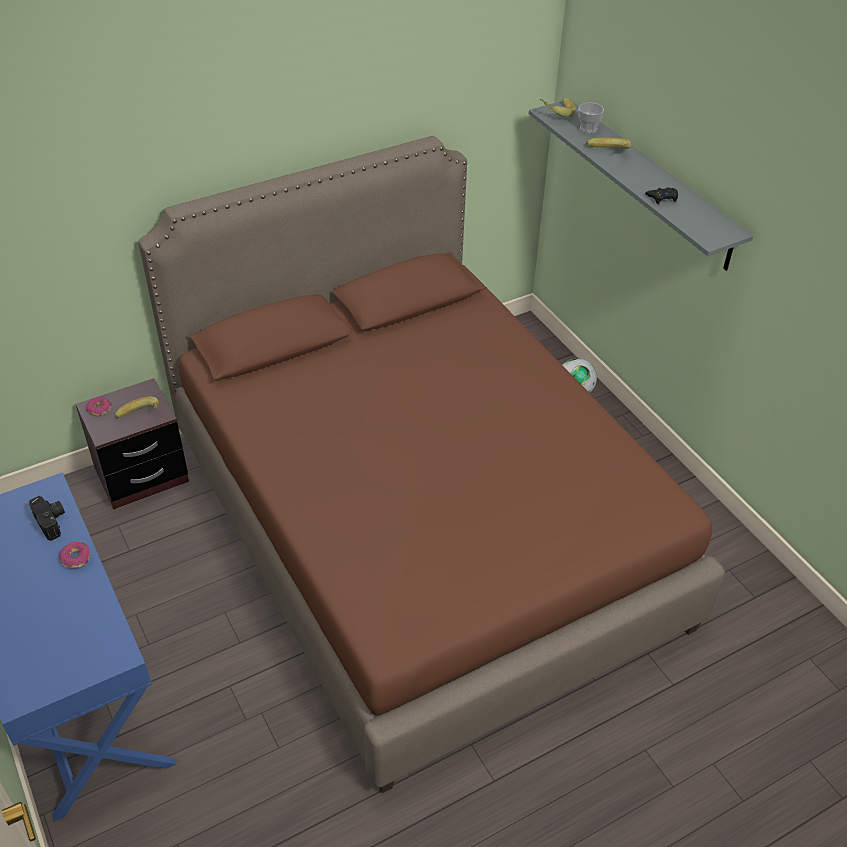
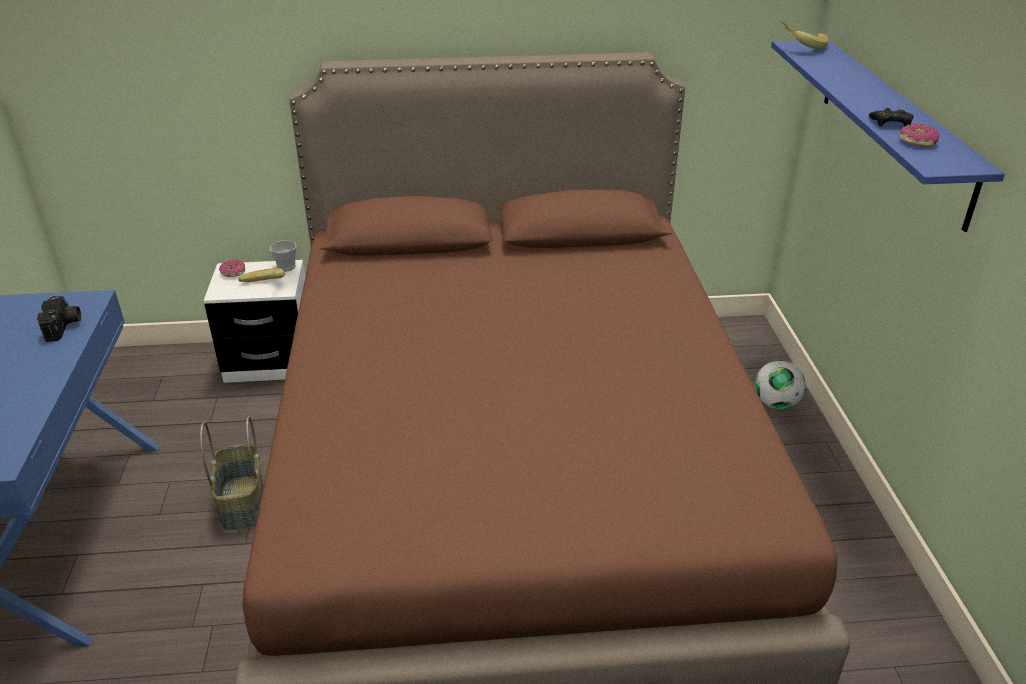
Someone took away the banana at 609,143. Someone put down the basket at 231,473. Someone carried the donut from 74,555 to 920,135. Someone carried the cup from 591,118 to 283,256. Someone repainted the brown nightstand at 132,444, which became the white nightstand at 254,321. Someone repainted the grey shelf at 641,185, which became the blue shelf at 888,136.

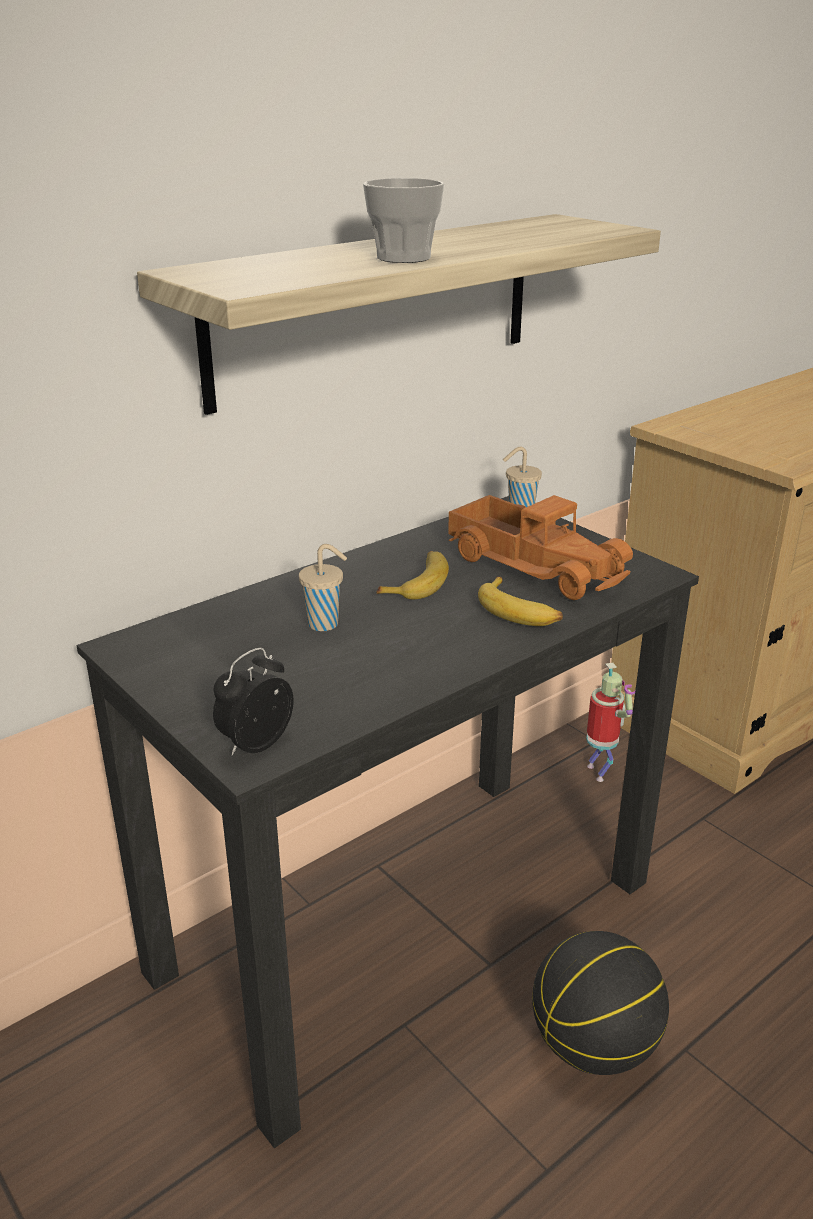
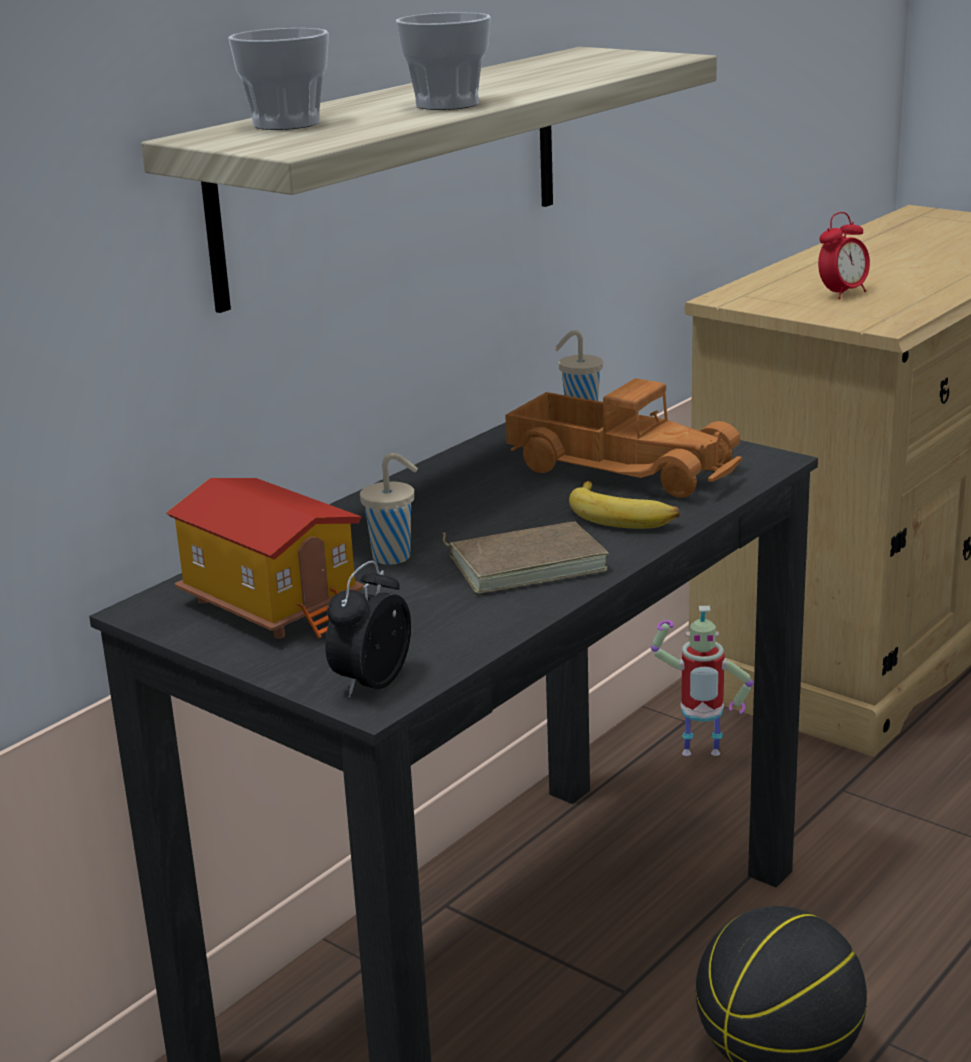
Someone took away the banana at 413,575. Someone put down the toy house at 265,558. Someone put down the cup at 278,79. Someone put down the brown book at 526,557. Someone put down the alarm clock at 844,255. Someone rotated the toy robot at 610,722 by 120 degrees clockwise.

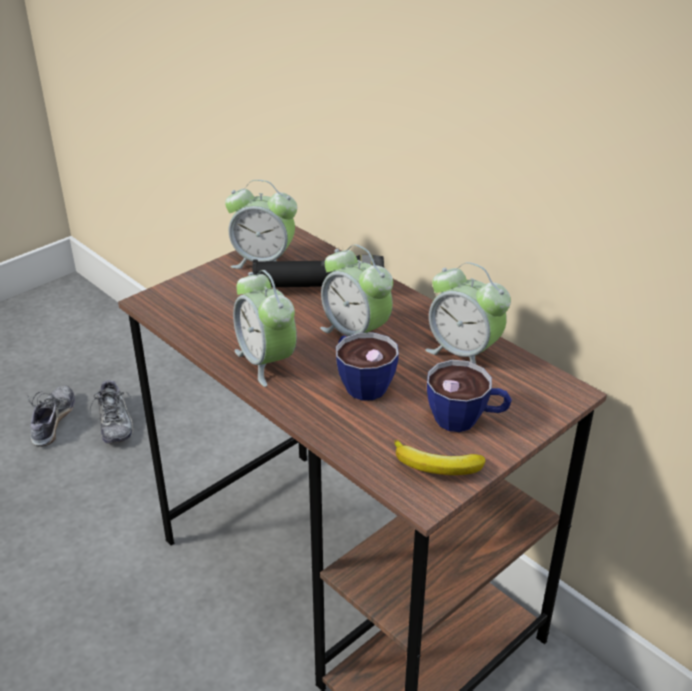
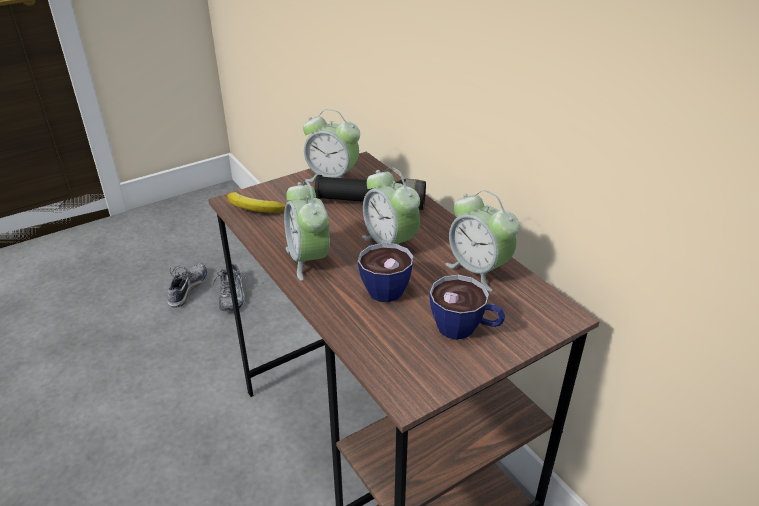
Someone carried the banana from 440,457 to 256,202.

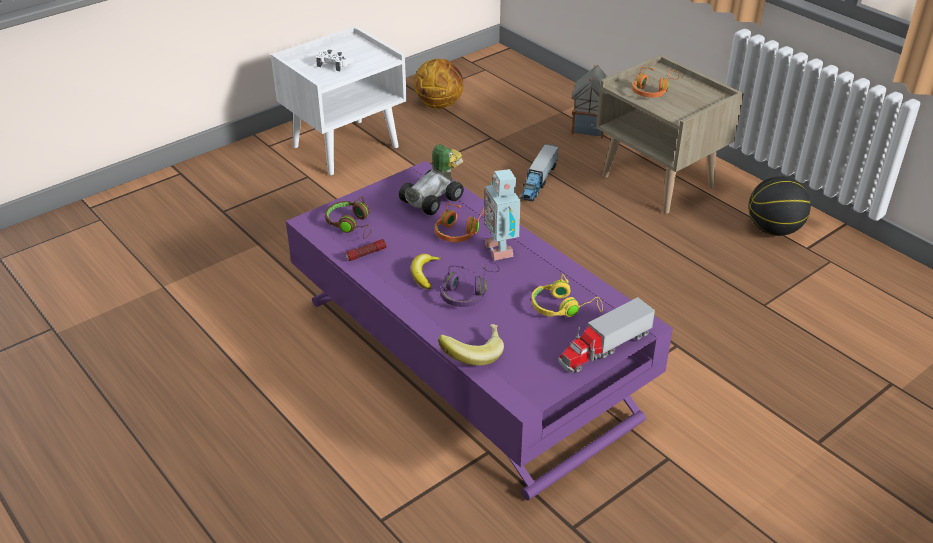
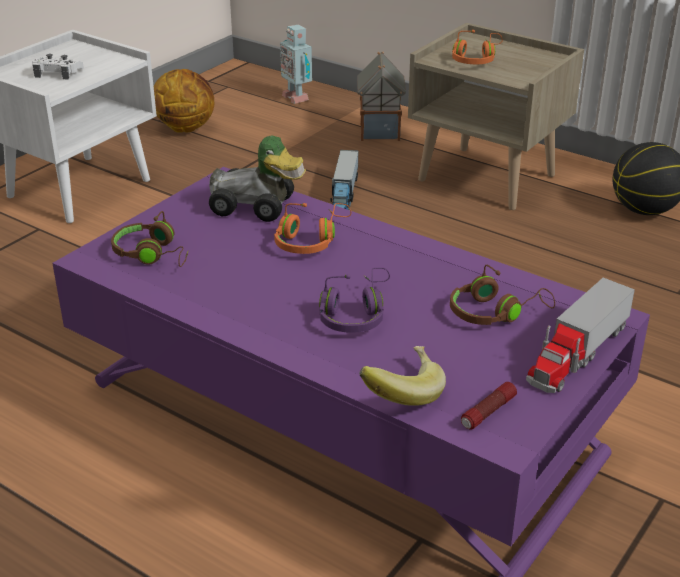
Someone took away the banana at 426,272. Someone carried the flashlight from 366,250 to 489,405. Someone carried the toy robot from 502,215 to 296,64. Someone repainted the yellow headphones at 567,295, which became the brown headphones at 502,295. Someone rotated the toy car at 431,179 by 75 degrees clockwise.

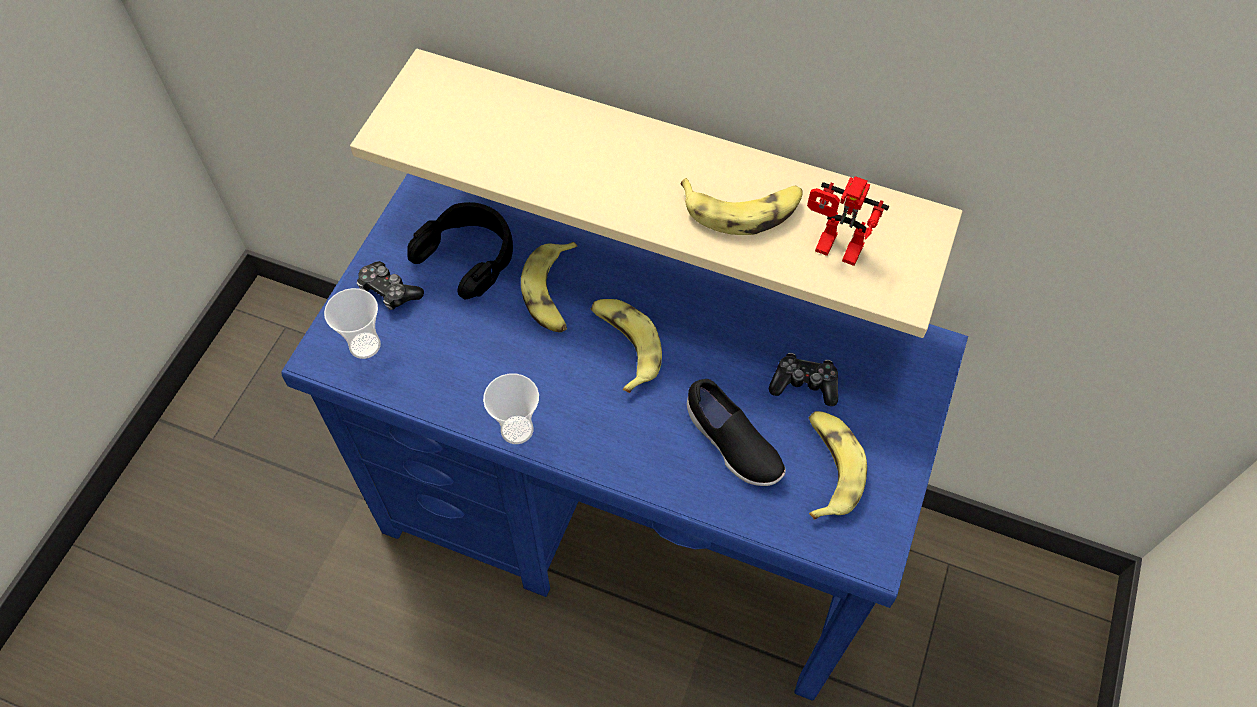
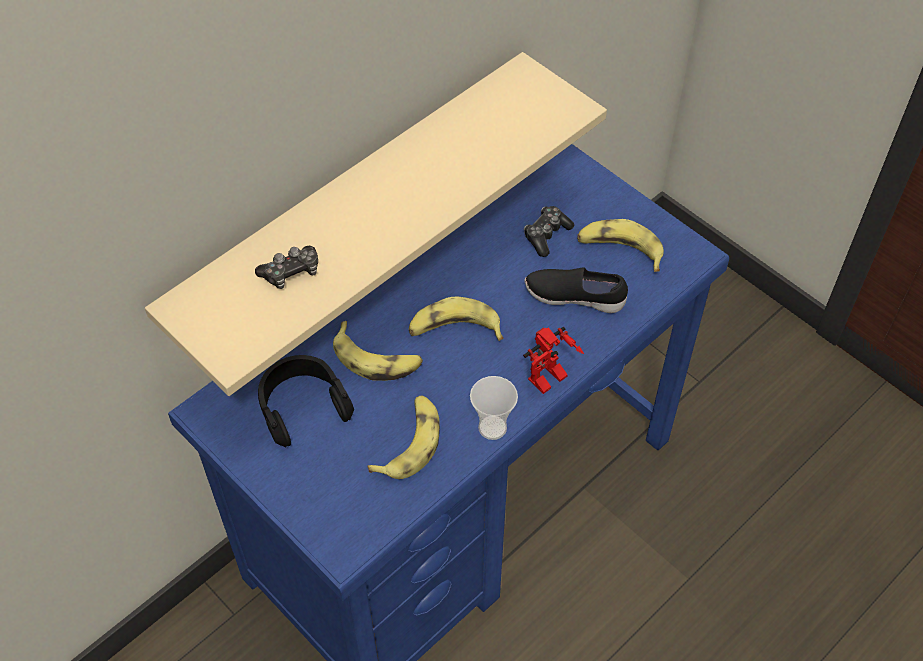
Someone took away the cup at 352,323. Someone carried the game controller from 390,285 to 286,267. Someone carried the banana from 742,206 to 404,437. Someone carried the toy robot from 848,221 to 553,360. Someone rotated the black shoe at 736,432 by 150 degrees counterclockwise.

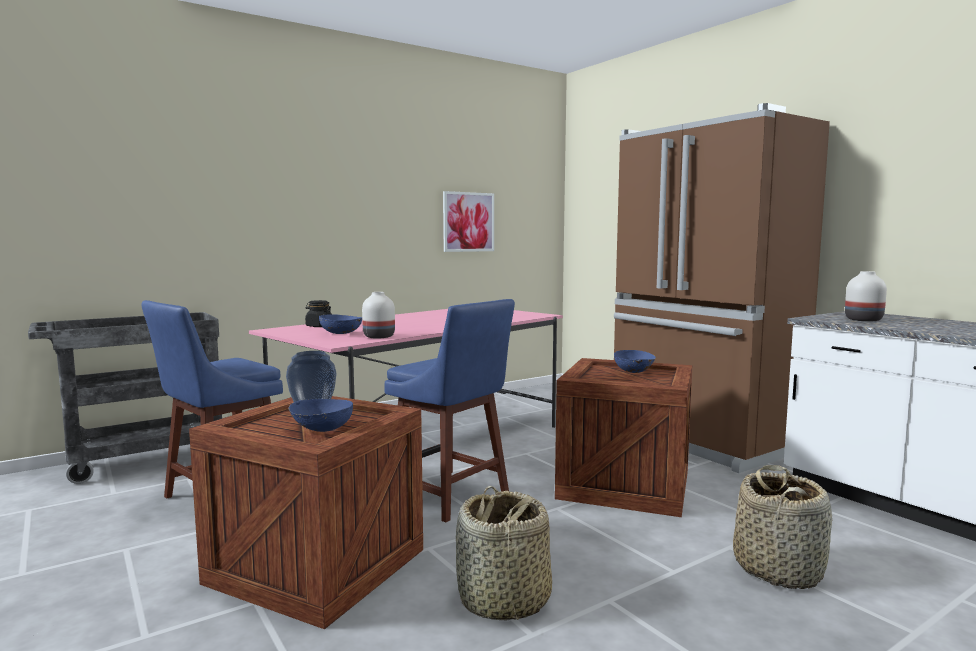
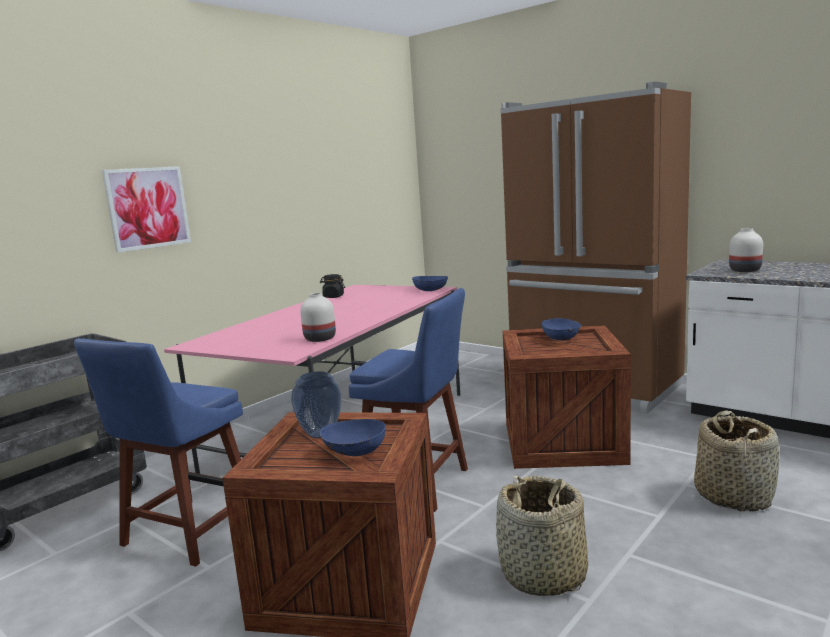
Someone carried the black jar from 318,313 to 332,286. Someone carried the blue bowl from 340,324 to 430,283. Someone carried the picture from 468,221 to 146,209.

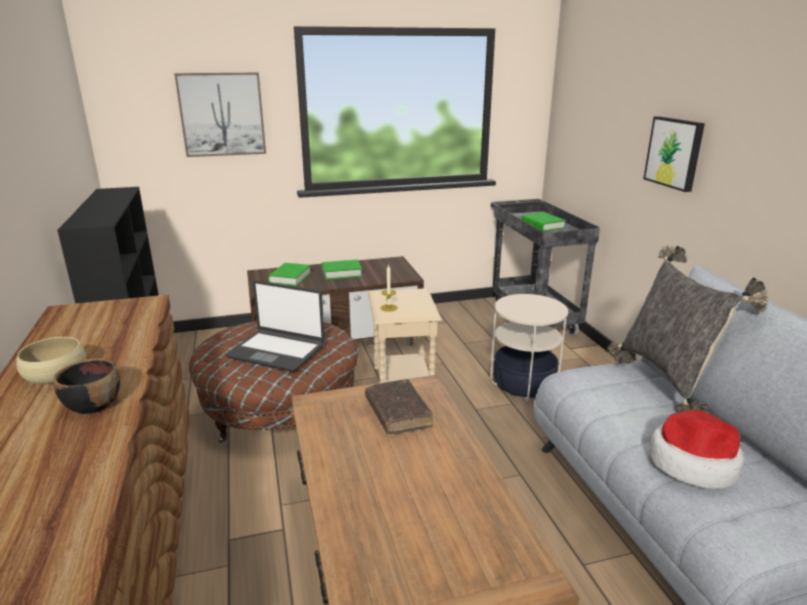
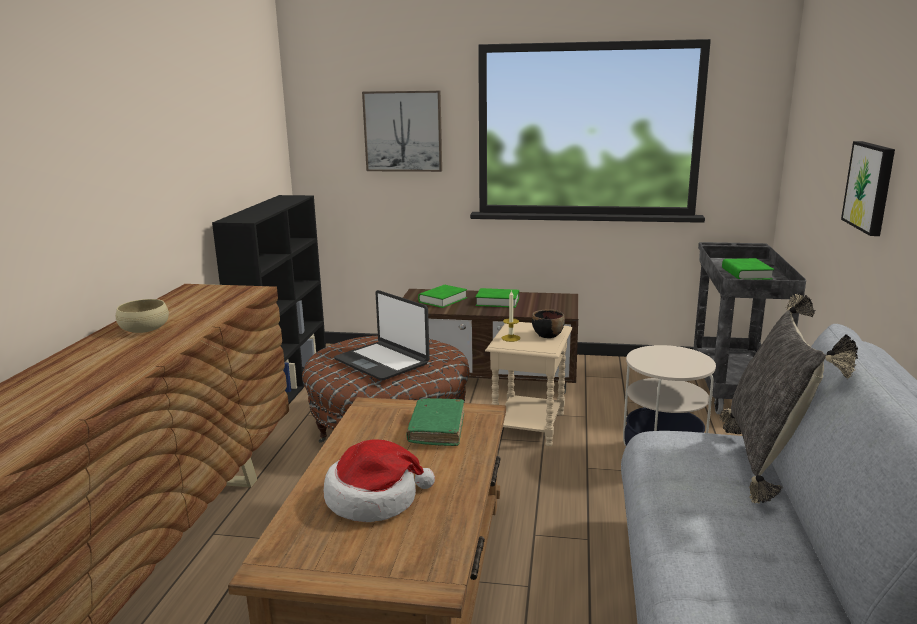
Someone carried the black bowl from 86,386 to 548,323. Someone carried the hat from 696,449 to 379,480. Someone repainted the brown book at 399,406, which became the green book at 435,422.

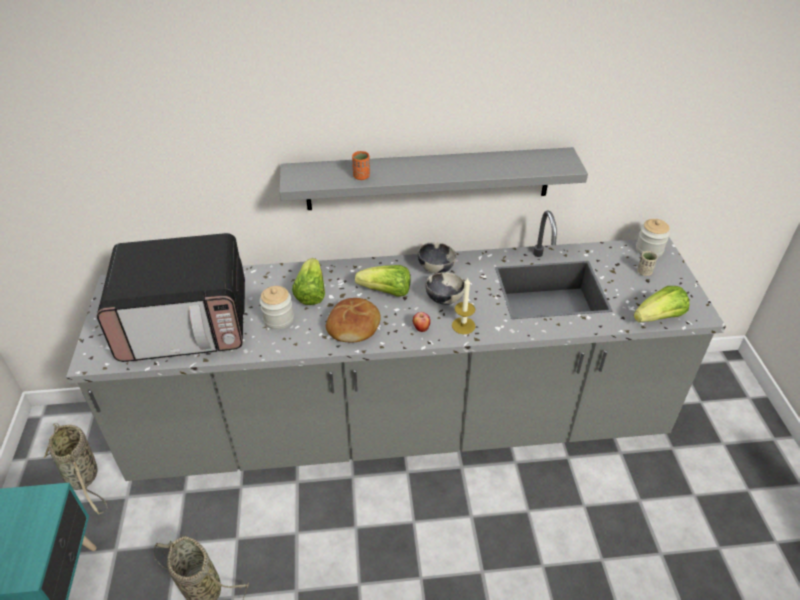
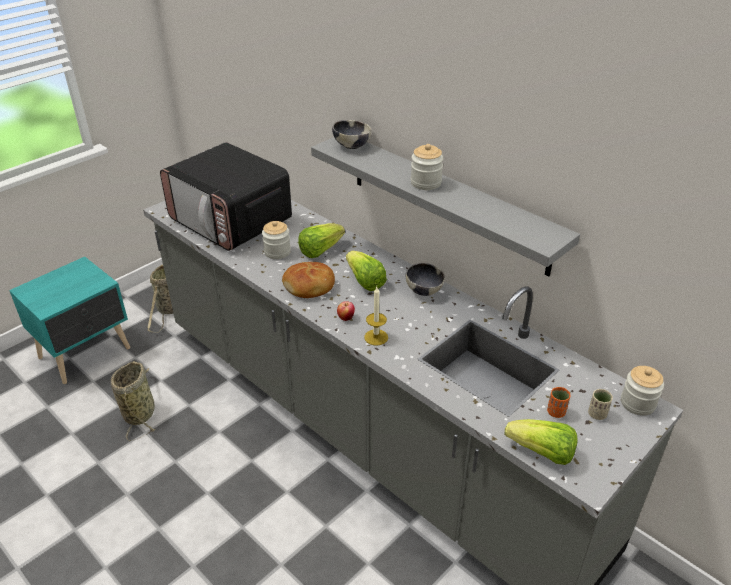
Someone put down the jar at 427,167. Someone carried the orange cup from 361,165 to 559,402. Someone carried the bowl from 445,288 to 352,134.

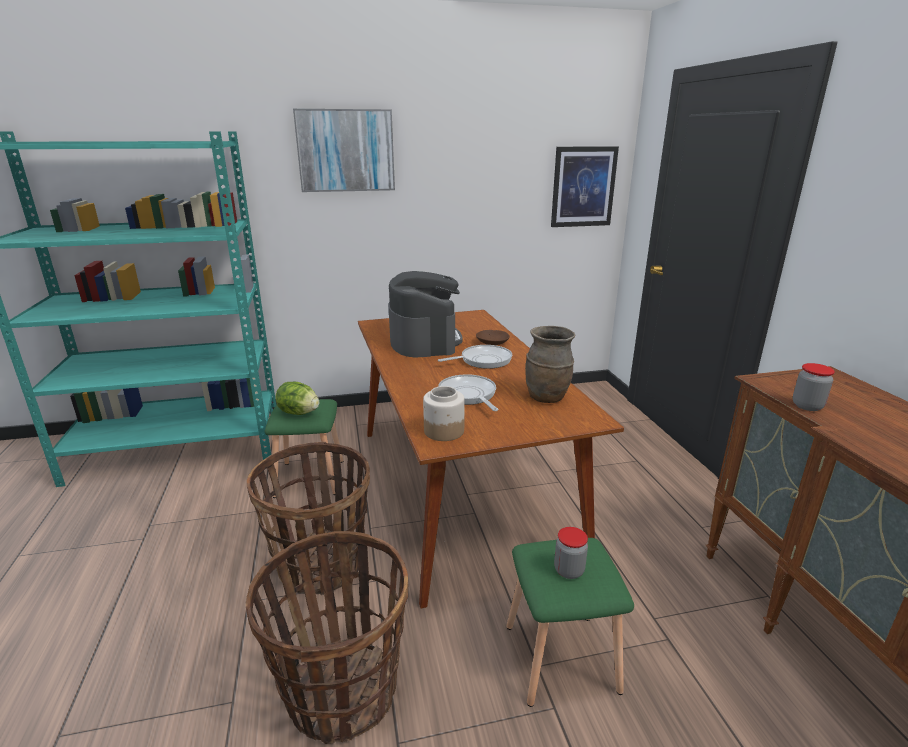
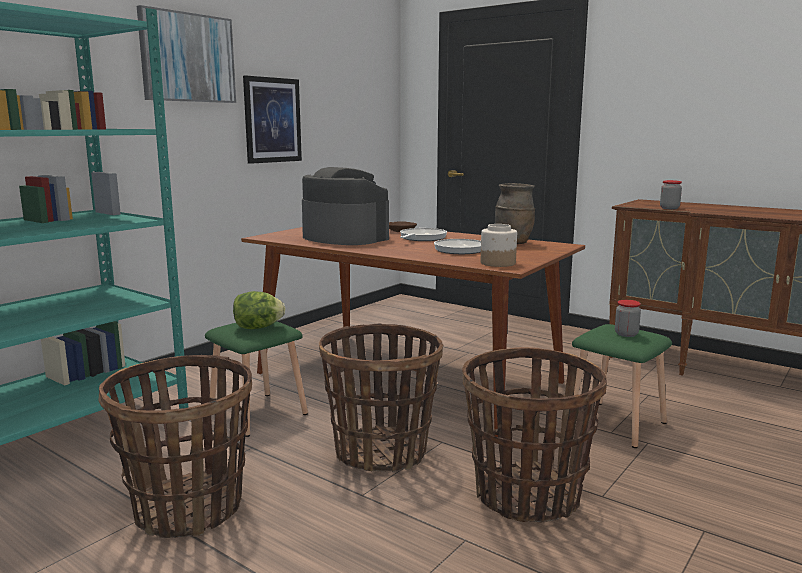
Someone put down the basket at 175,446. Someone carried the picture from 585,186 to 272,119.

